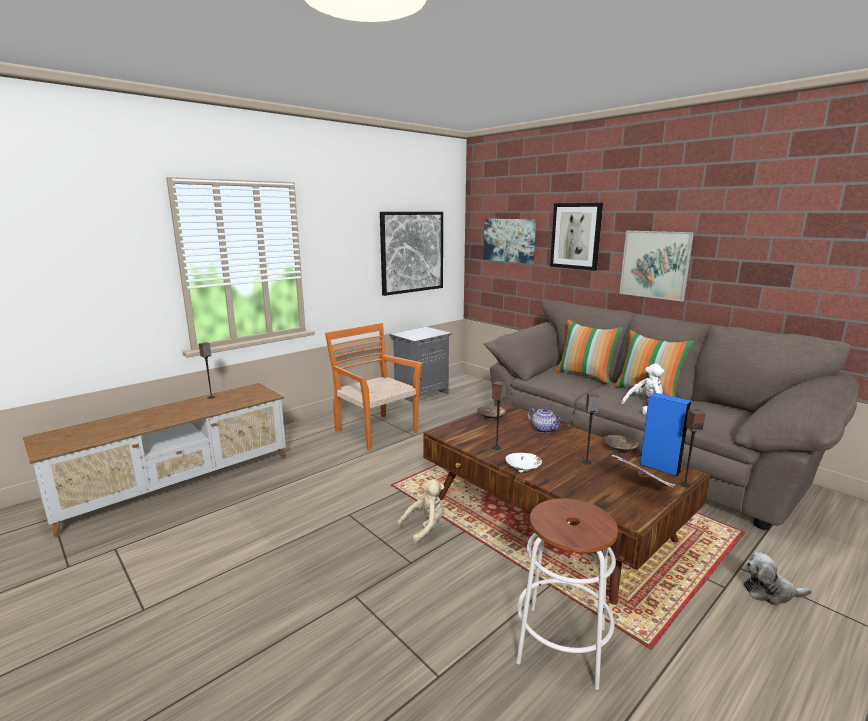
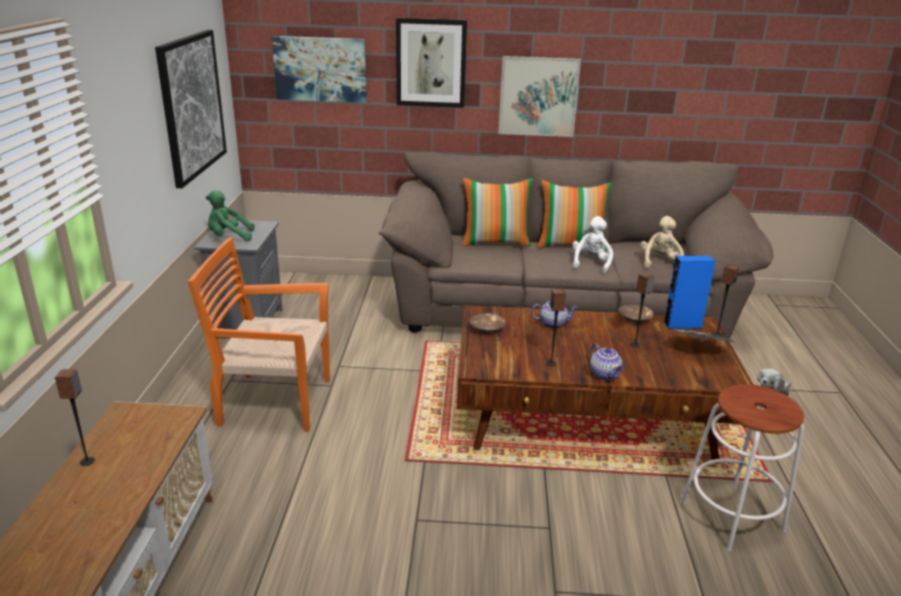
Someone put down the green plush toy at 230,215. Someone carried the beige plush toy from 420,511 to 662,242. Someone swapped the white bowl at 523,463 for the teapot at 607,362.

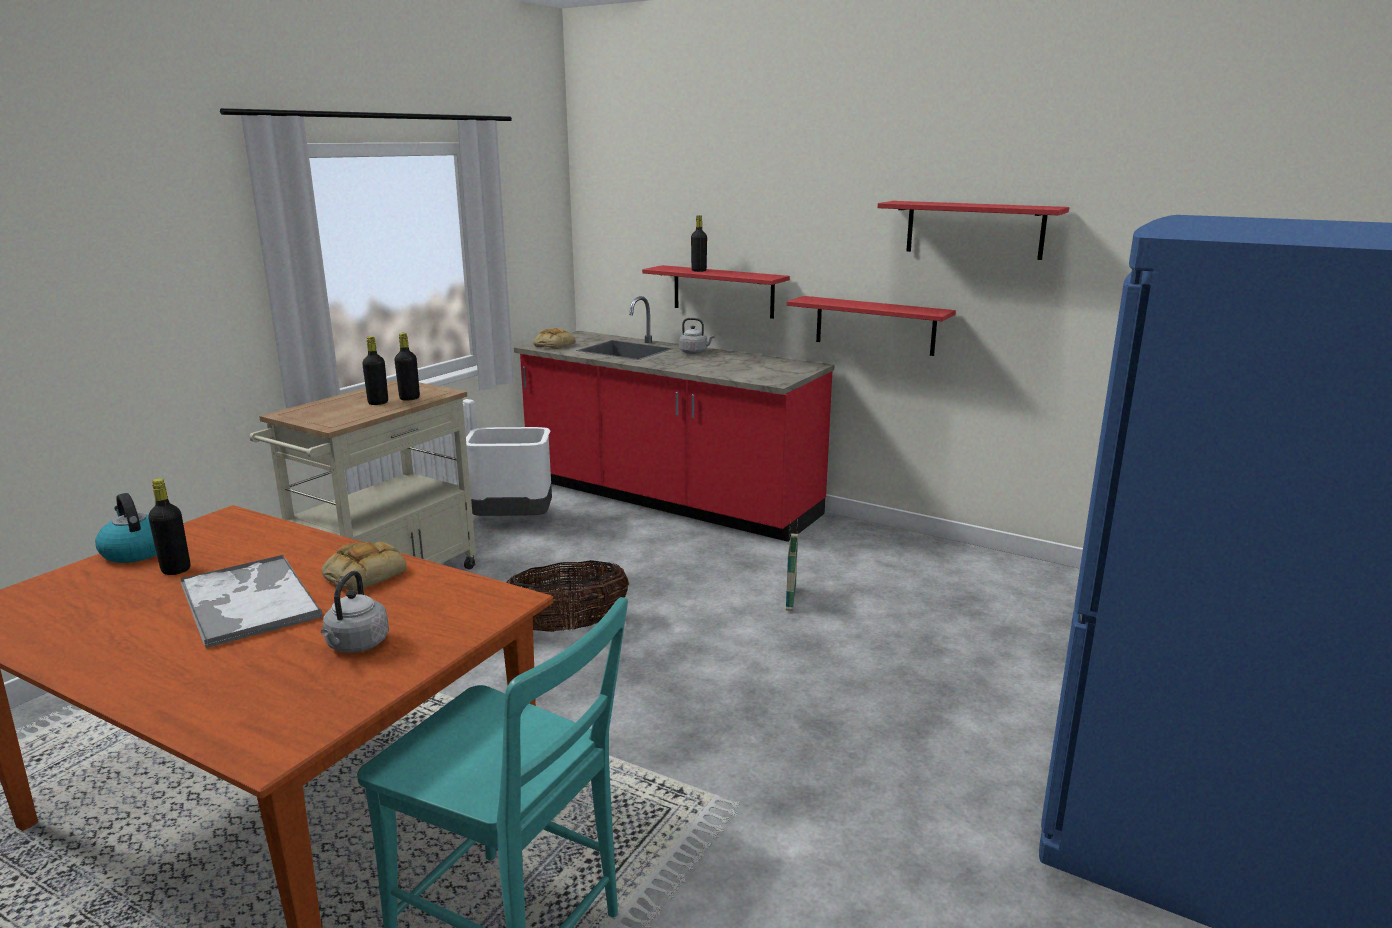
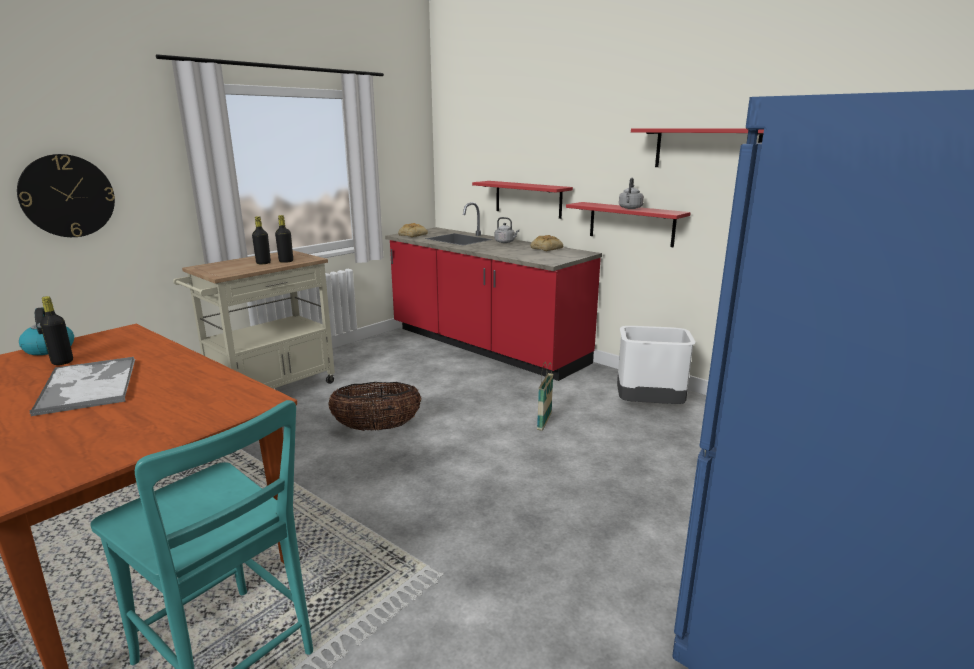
Someone took away the black bottle at 699,243. Someone put up the wall clock at 66,195. Someone carried the bread from 364,566 to 546,243. Someone carried the grey kettle from 355,612 to 631,193. Someone carried the white trash can from 509,471 to 656,365.

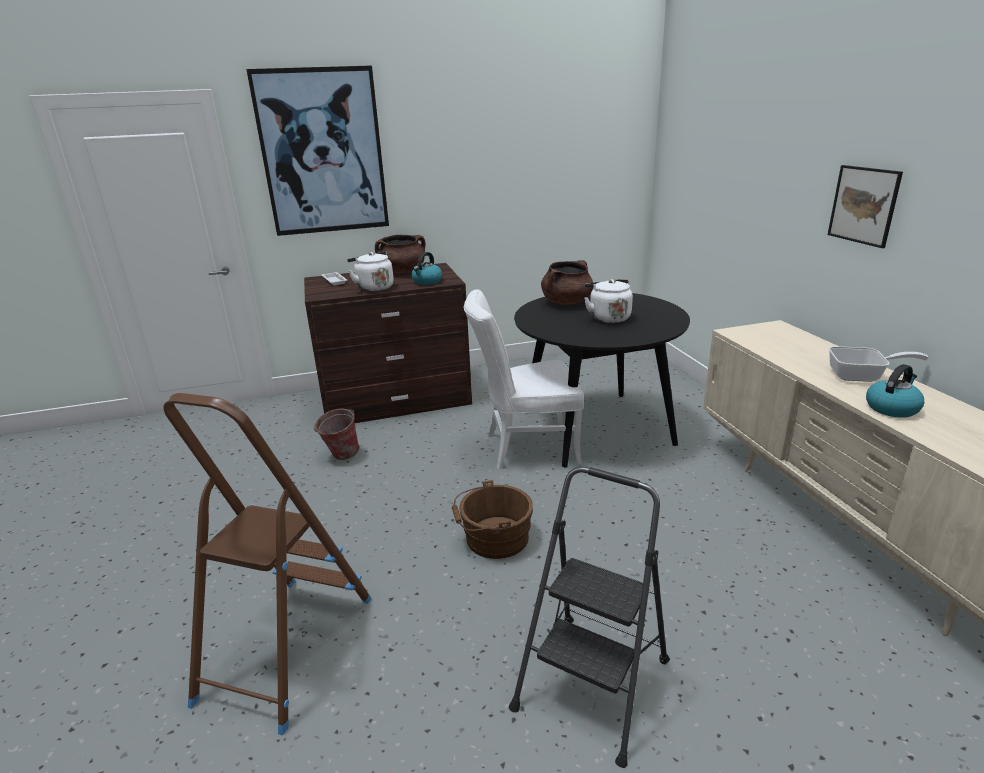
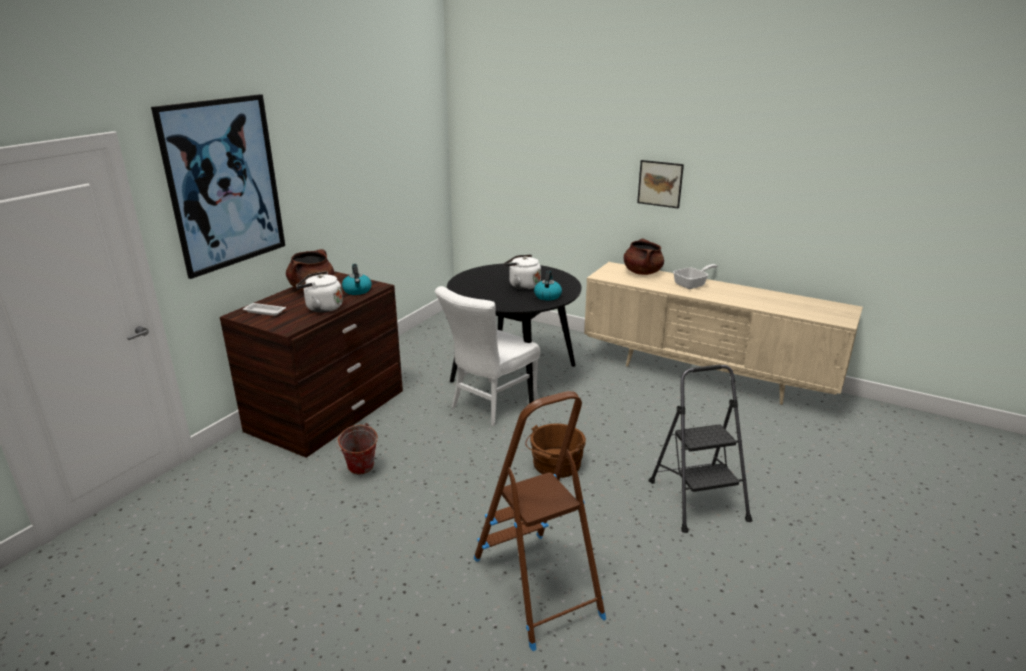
Someone carried the brown cooking pot from 567,282 to 644,256. Someone carried the kettle from 895,391 to 548,286.

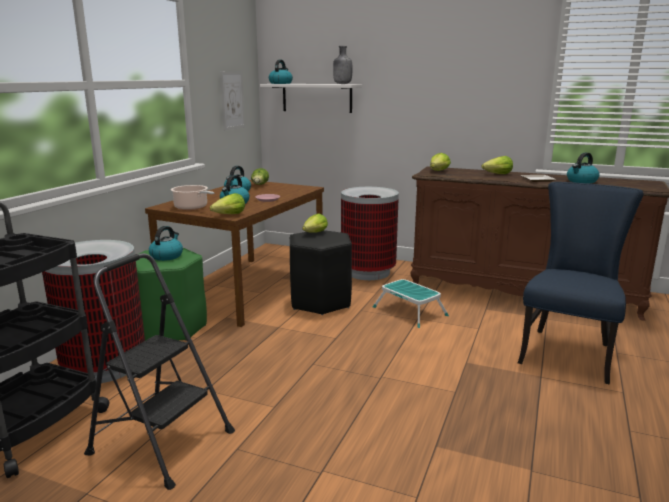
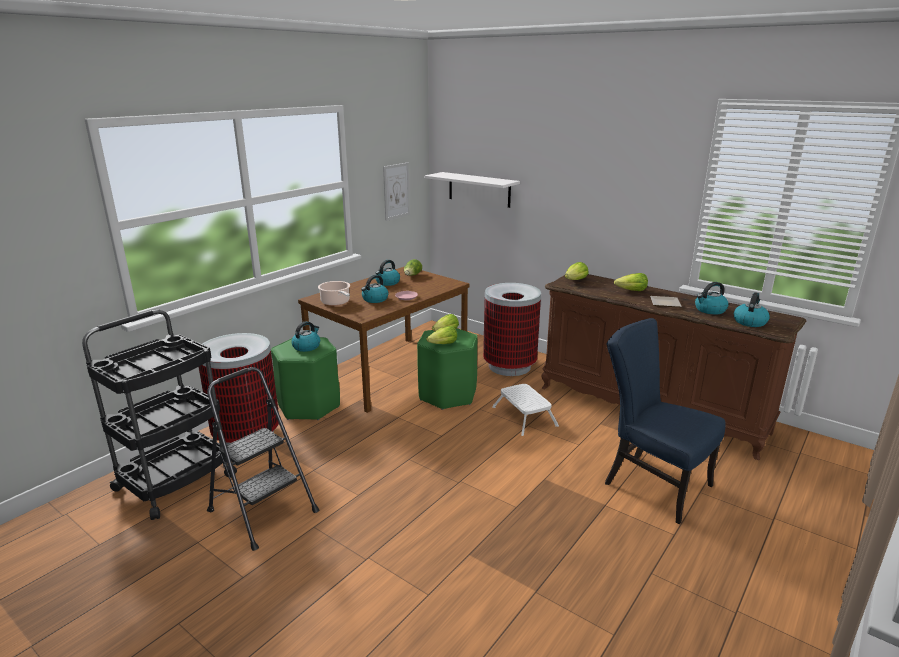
Someone took away the grey bottle at 342,65. Someone carried the lettuce from 227,203 to 441,335. Someone carried the kettle from 281,72 to 752,309. Someone repainted the black stool at 321,272, which became the green stool at 447,369. Someone repainted the turquoise step ladder at 411,303, which became the white step ladder at 525,410. Someone rotated the blue chair at 580,283 by 90 degrees counterclockwise.

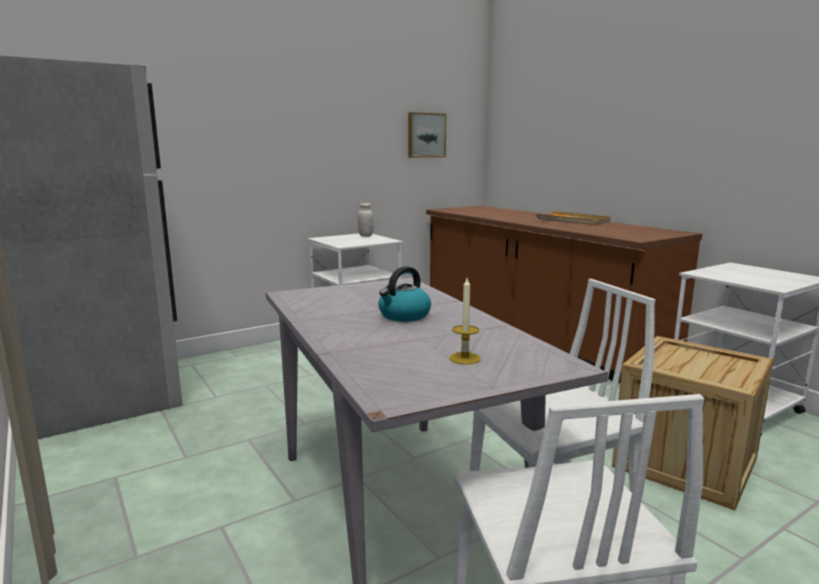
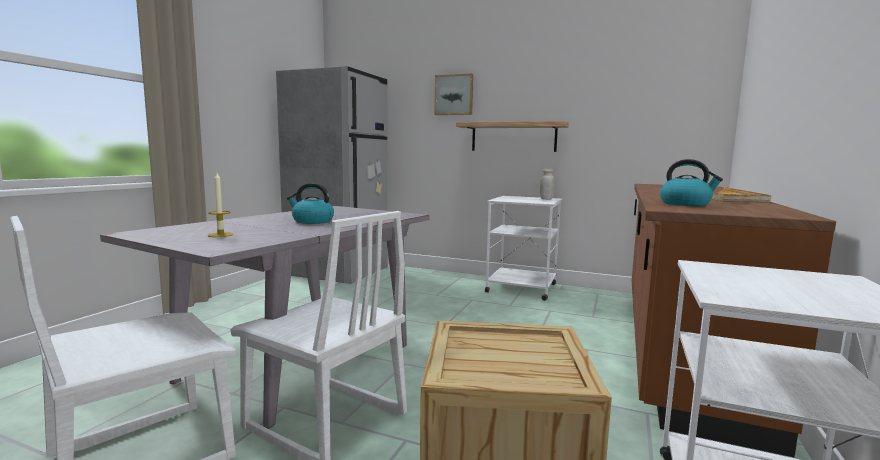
Someone put up the shelf at 512,136. Someone put down the kettle at 691,182. Someone carried the picture from 427,135 to 453,94.

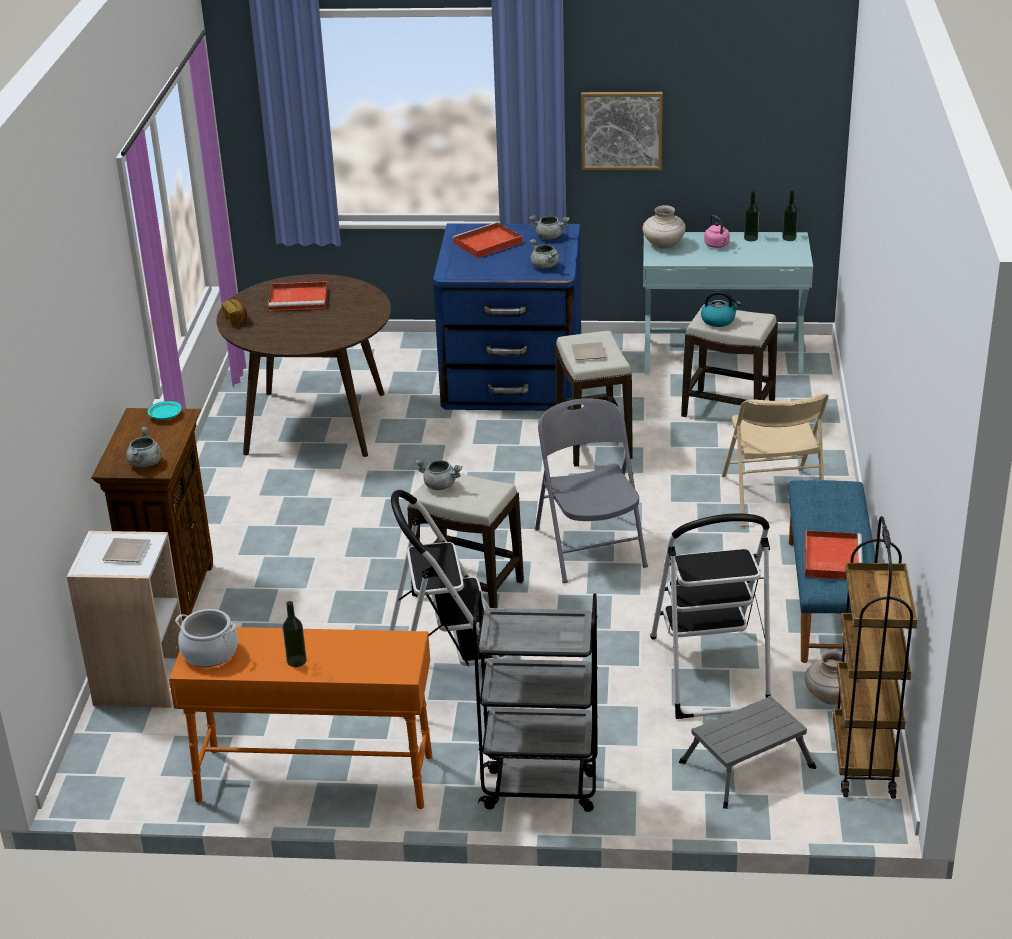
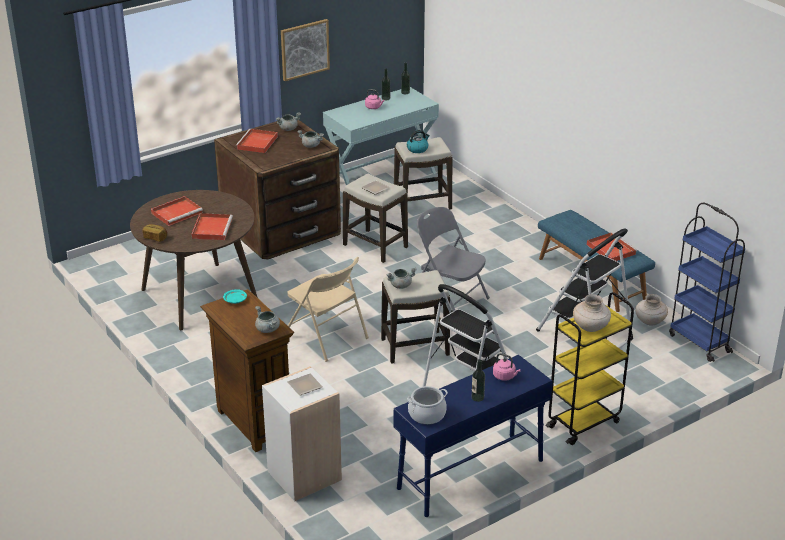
Someone took away the grey step ladder at 747,752. Someone put down the red tray at 212,226. Someone put down the pink kettle at 507,367. Someone carried the beige vase from 664,227 to 592,313. Someone carried the beige chair from 775,460 to 328,309. Someone repainted the orange console table at 300,718, which became the blue console table at 473,436. Someone repainted the blue dresser at 507,317, which became the brown dresser at 277,190. Someone repainted the grey cart at 535,701, which became the yellow cart at 590,368. Someone repainted the brown cart at 875,657, which became the blue cart at 707,282.

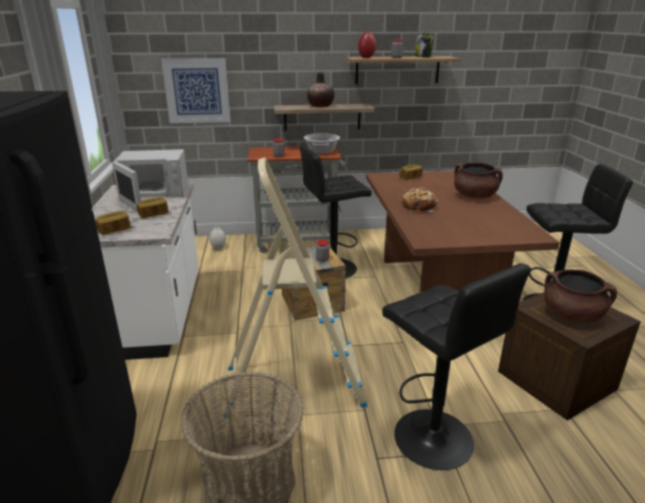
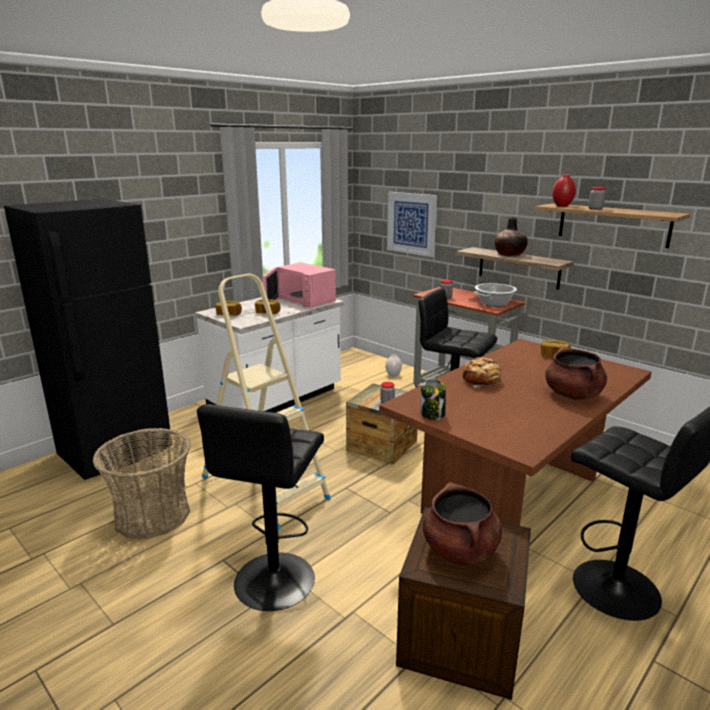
Someone carried the jar from 424,45 to 433,399. Someone repainted the white microwave at 150,180, which became the pink microwave at 299,285.

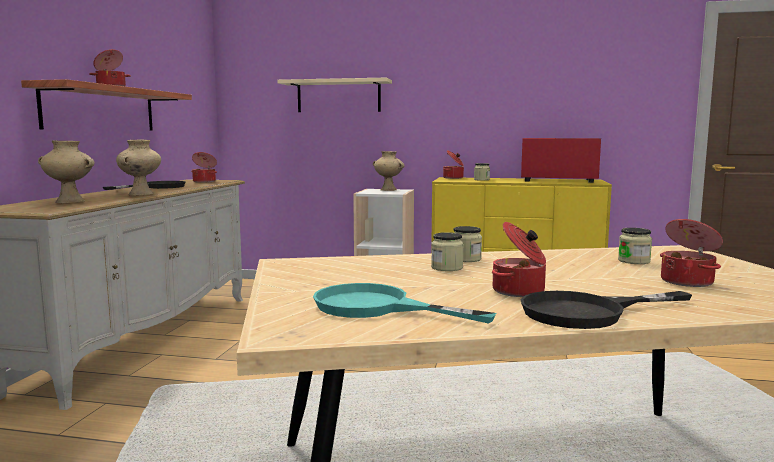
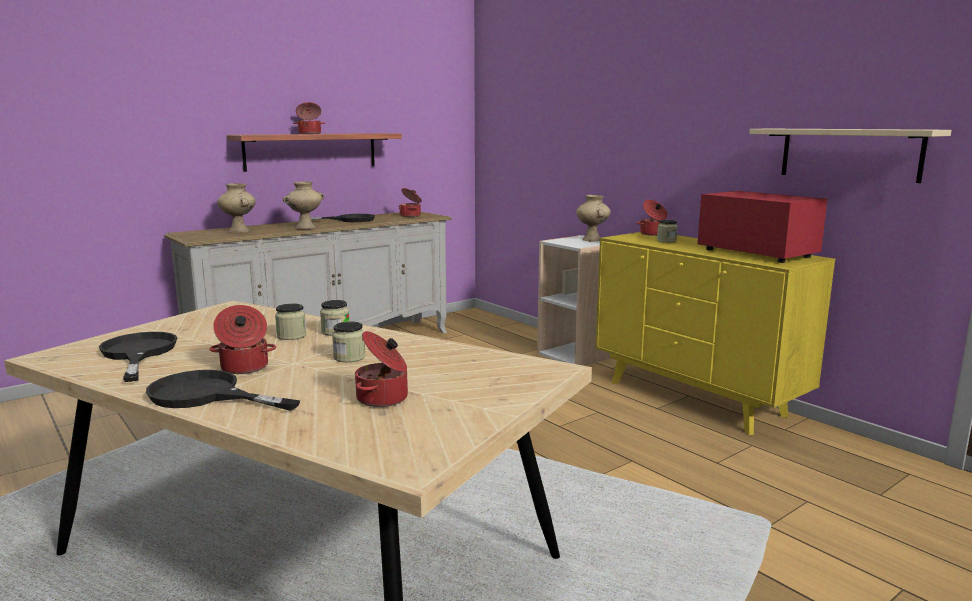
Someone carried the beige shelf from 334,95 to 850,156. Someone carried the jar from 635,246 to 349,341. Someone repainted the turquoise frying pan at 404,303, which became the black frying pan at 138,357.

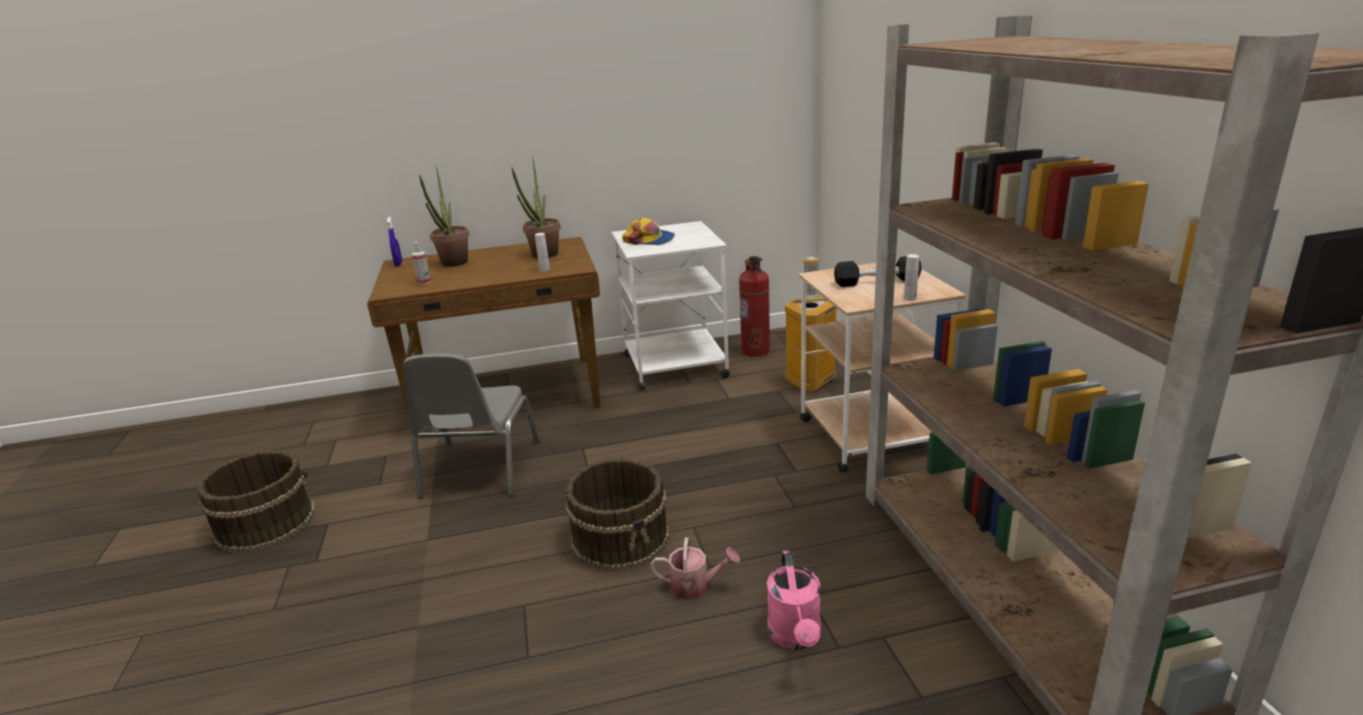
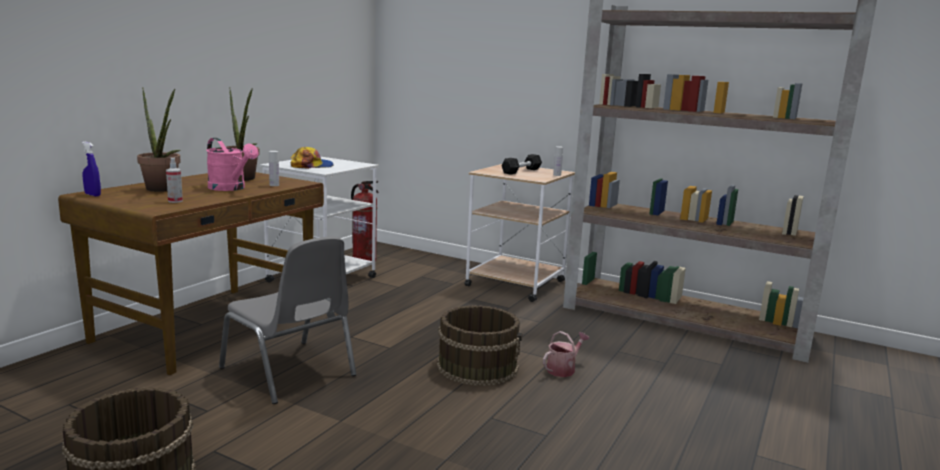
Someone took away the trash can at 811,324. Someone carried the pink watering can from 794,600 to 232,164.

